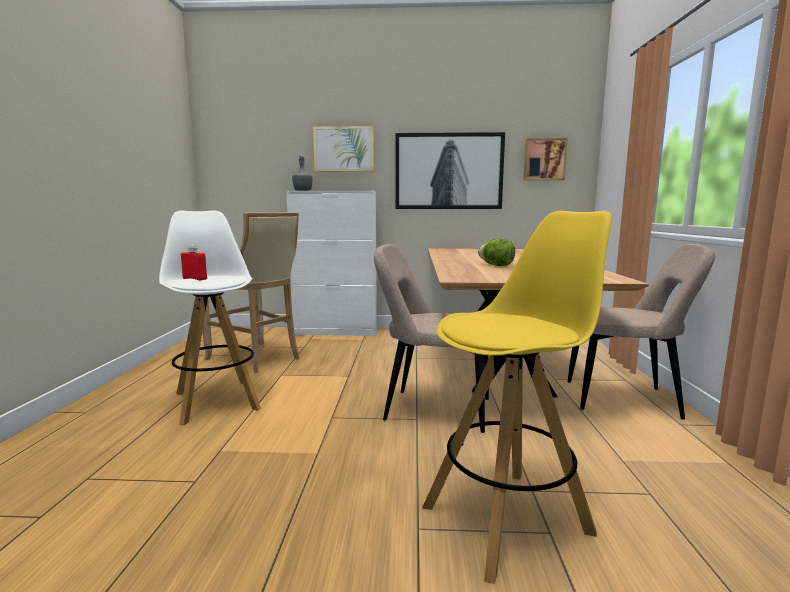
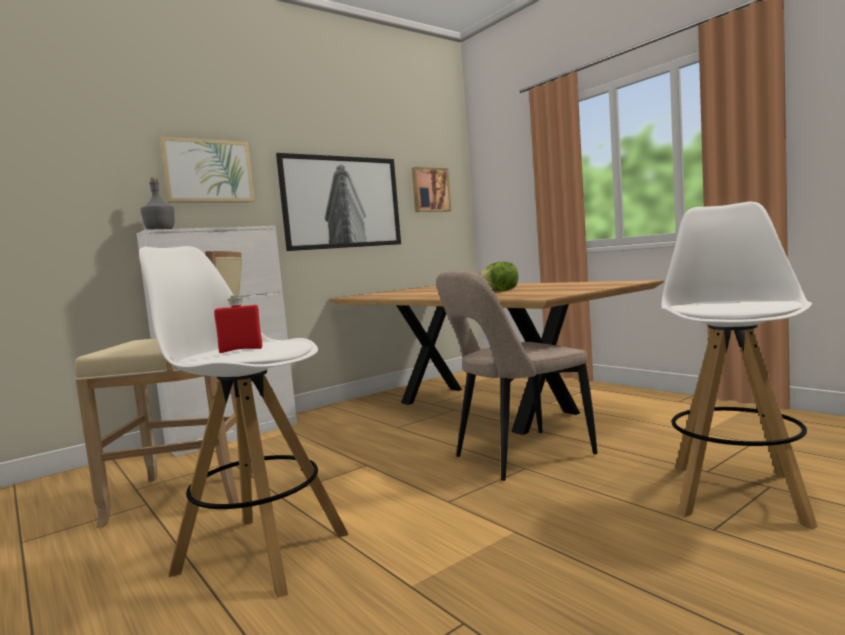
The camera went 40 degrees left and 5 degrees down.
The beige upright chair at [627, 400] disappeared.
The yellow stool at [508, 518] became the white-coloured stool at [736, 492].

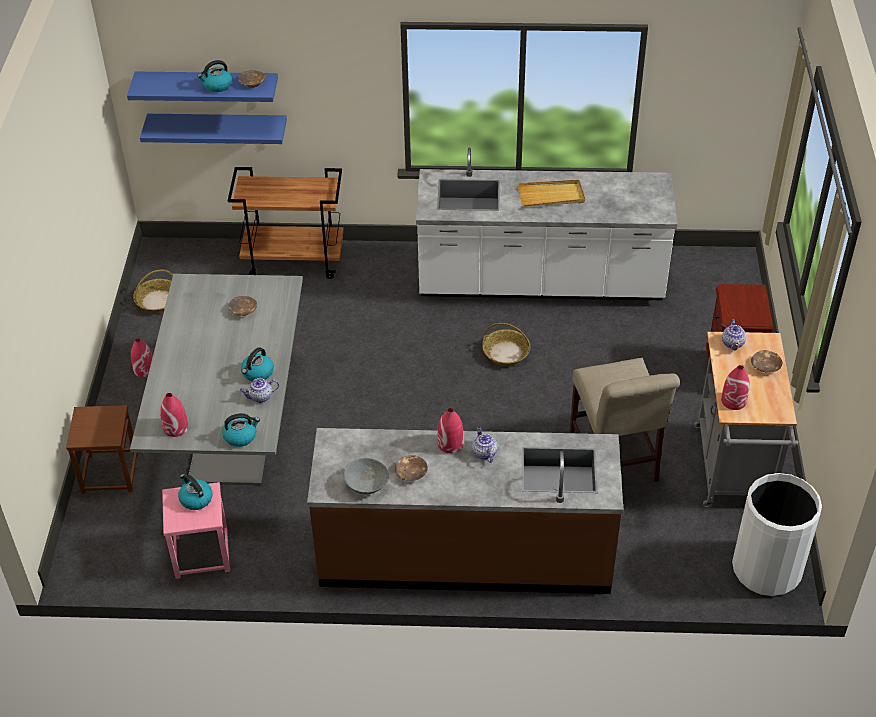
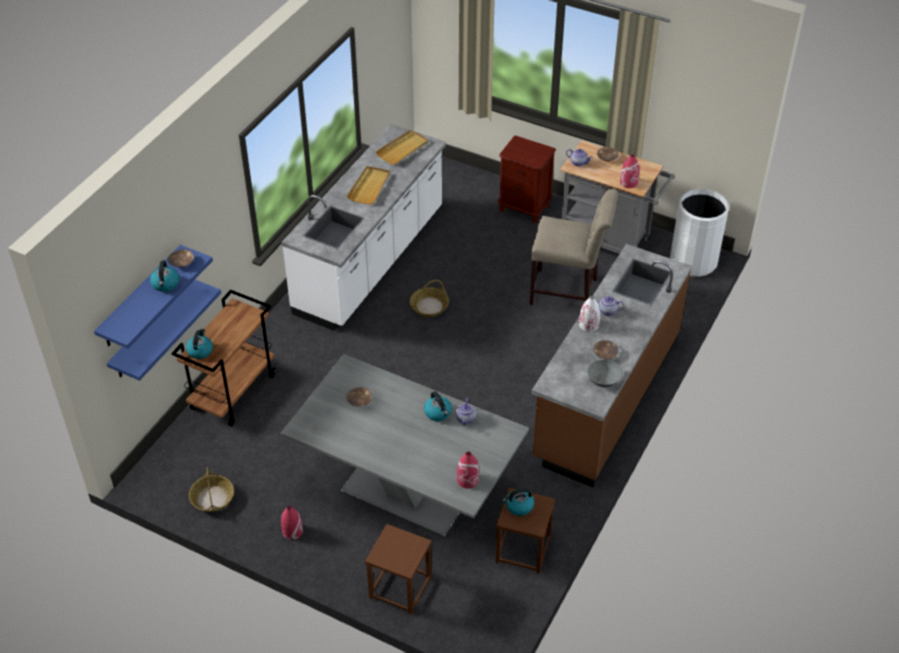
The camera went 65 degrees left and 0 degrees up.
The beige serving tray at [402, 149] appeared.
The water kettle moved from [241, 436] to [200, 350].
The pink stool at [201, 554] became the brown stool at [523, 550].
The red-coloured vase at [450, 444] became the white-coloured vase at [589, 325].

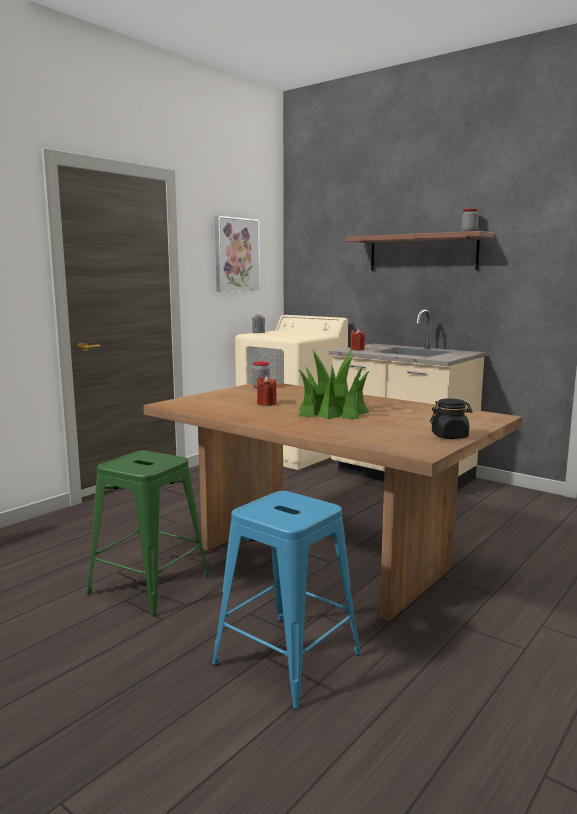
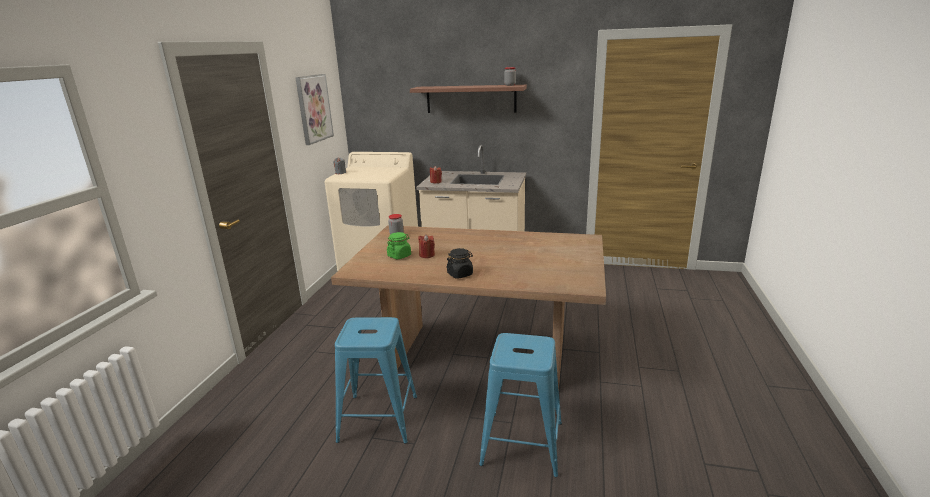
The camera went 25 degrees left and 10 degrees up.
The houseplant at [332, 411] disappeared.
The greenish storage jar at [399, 256] appeared.
The black storage jar moved from [450, 436] to [460, 274].
The greenish stool at [150, 585] became the blue-coloured stool at [379, 418].

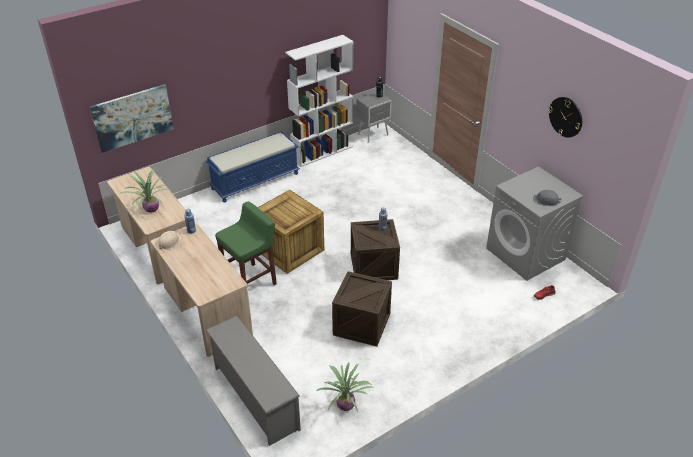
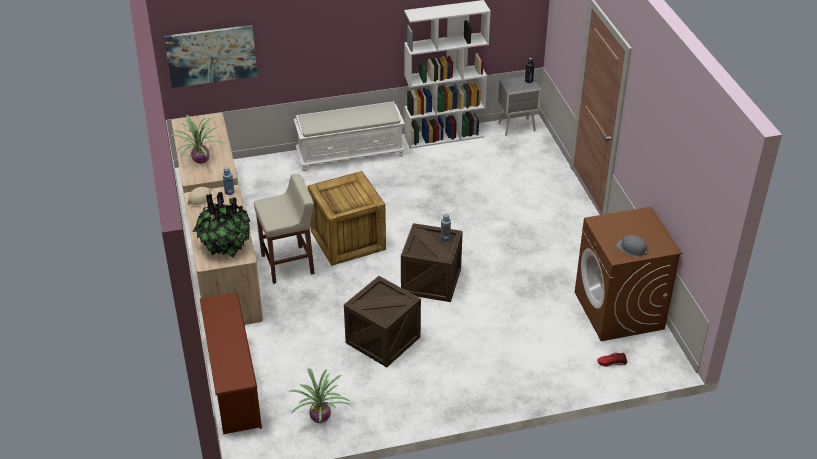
The camera went 20 degrees right and 0 degrees up.
The hanging clock at [565, 117] disappeared.
The houseplant at [225, 246] appeared.
The blue-coloured long seat at [255, 180] became the white-coloured long seat at [350, 153].
The grey shoe rack at [254, 398] became the brown shoe rack at [232, 384].
The greenish stool at [250, 281] became the beige stool at [288, 264].
The grey washing machine at [526, 254] became the brown washing machine at [619, 311].

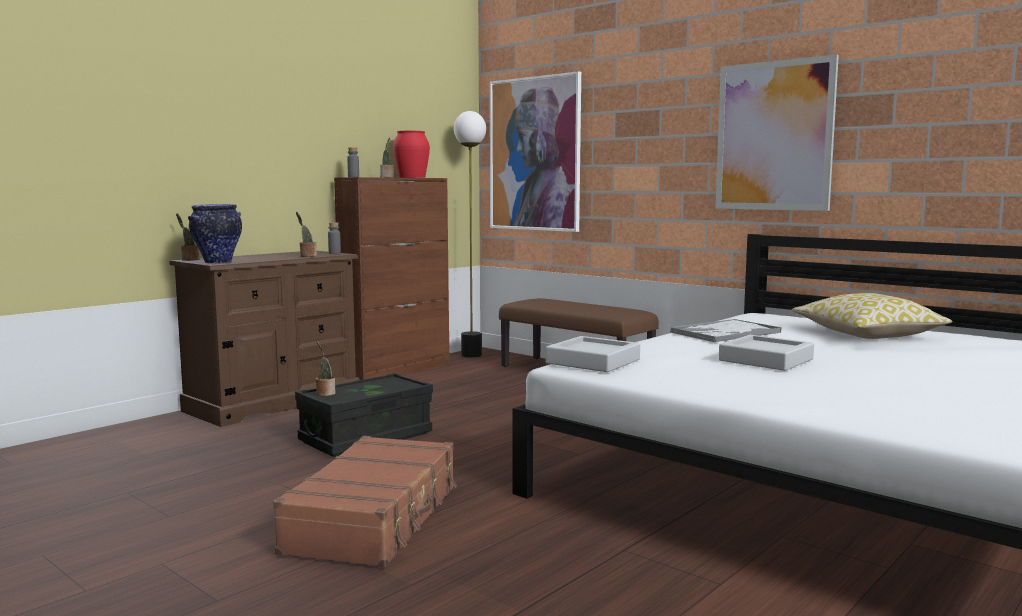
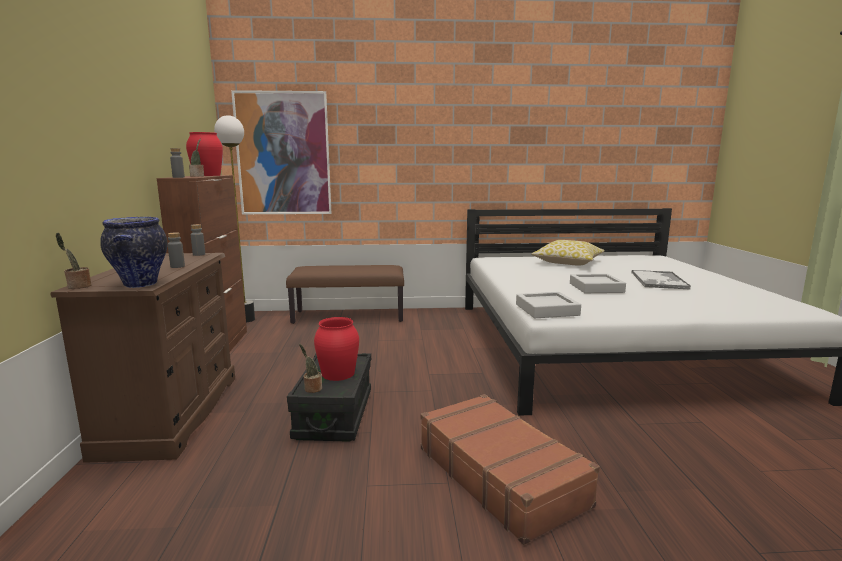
The camera went 45 degrees left and 5 degrees up.
The houseplant at [307, 256] disappeared.
The wall art at [774, 136] disappeared.
The grey bottle at [177, 266] appeared.
The red-coloured vase at [338, 373] appeared.
The serving tray moved from [724, 332] to [659, 281].

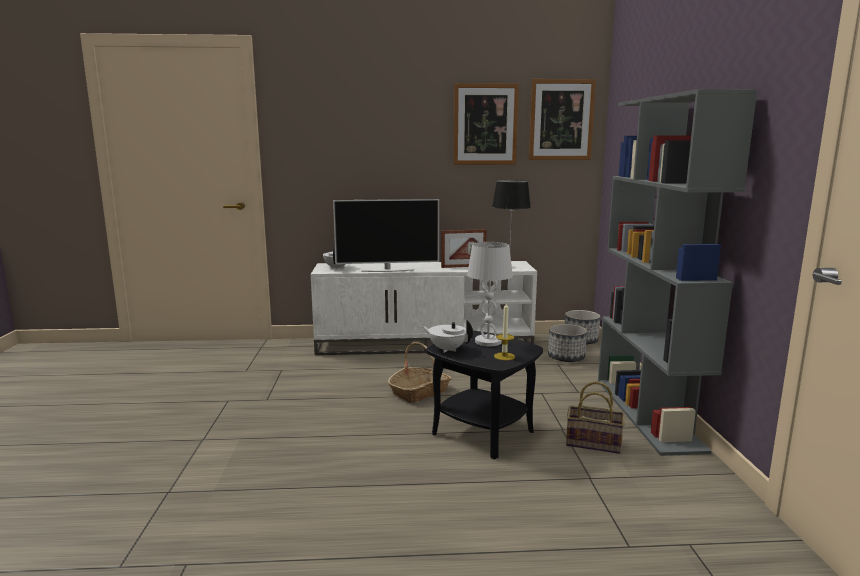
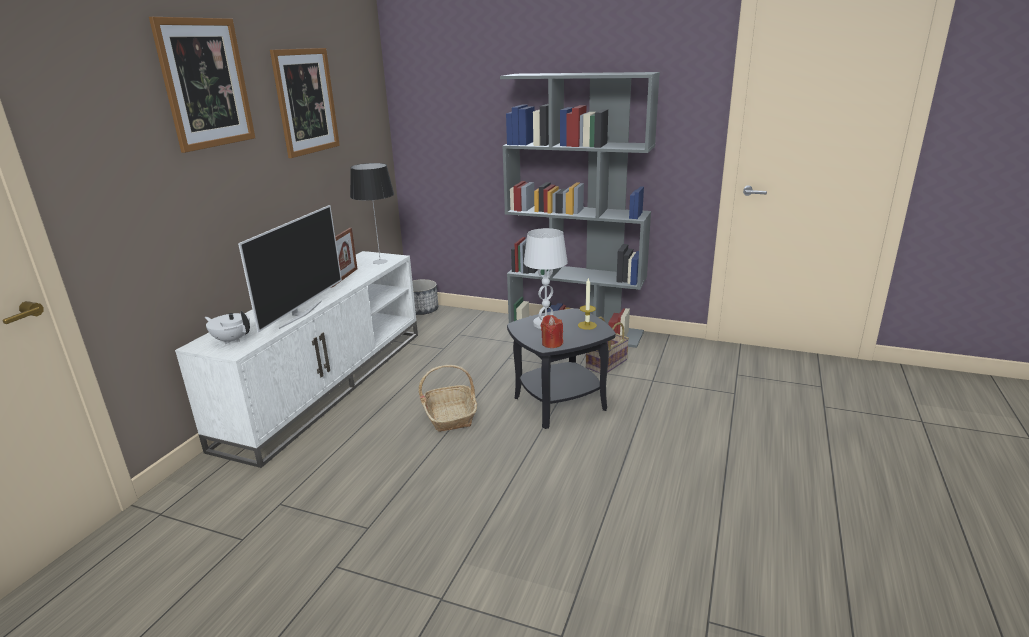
The camera went 65 degrees left and 10 degrees up.
The planter at [566, 357] disappeared.
The wall art moved from [561, 120] to [205, 83].
The white-coloured pot for tea at [447, 349] was replaced by the red-coloured candle at [552, 343].

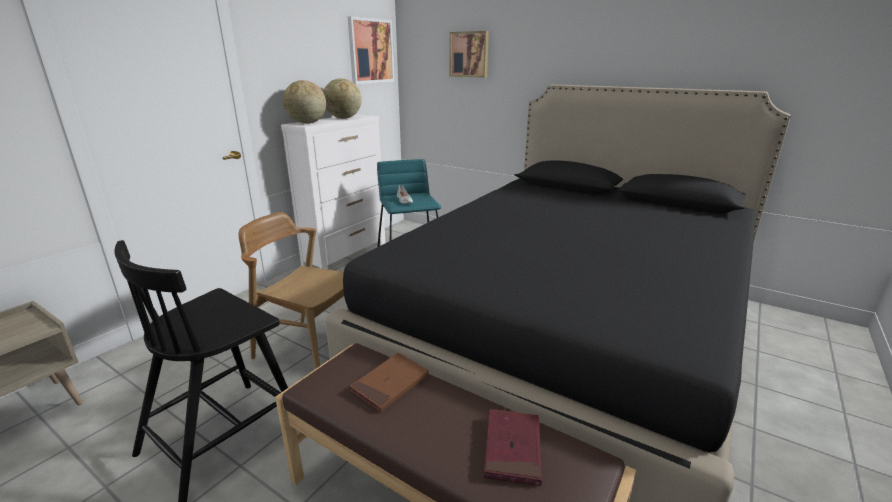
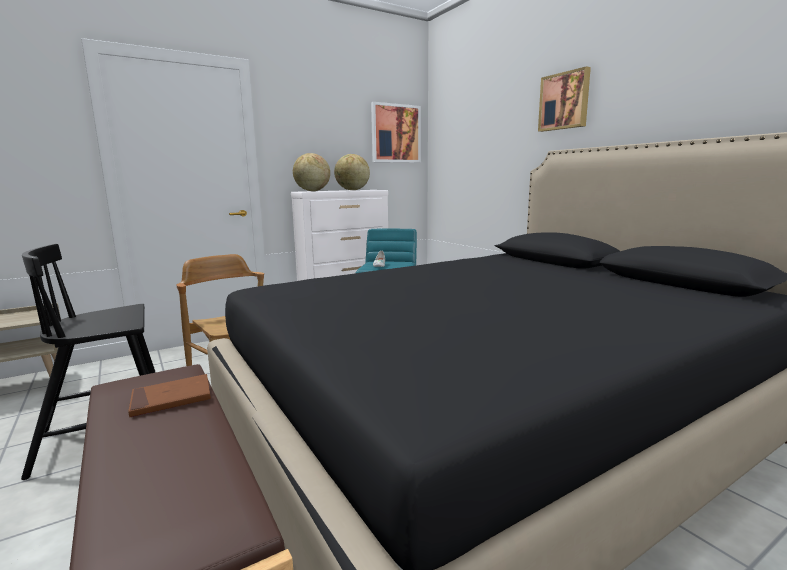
The camera went 25 degrees right and 10 degrees down.
The red-coloured bound book at [512, 448] disappeared.
The wall art moved from [469, 54] to [564, 101].

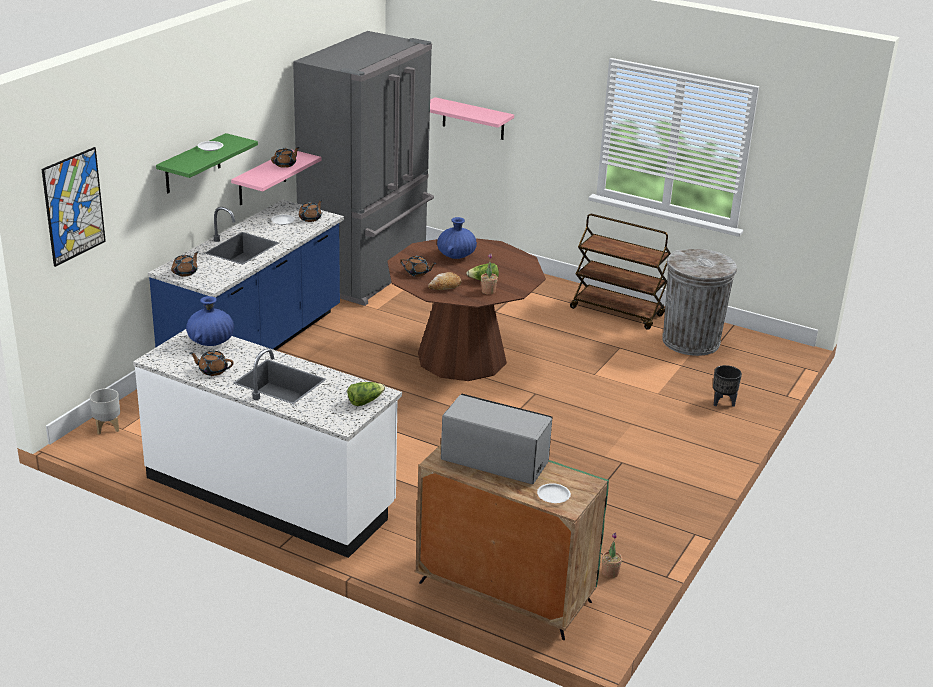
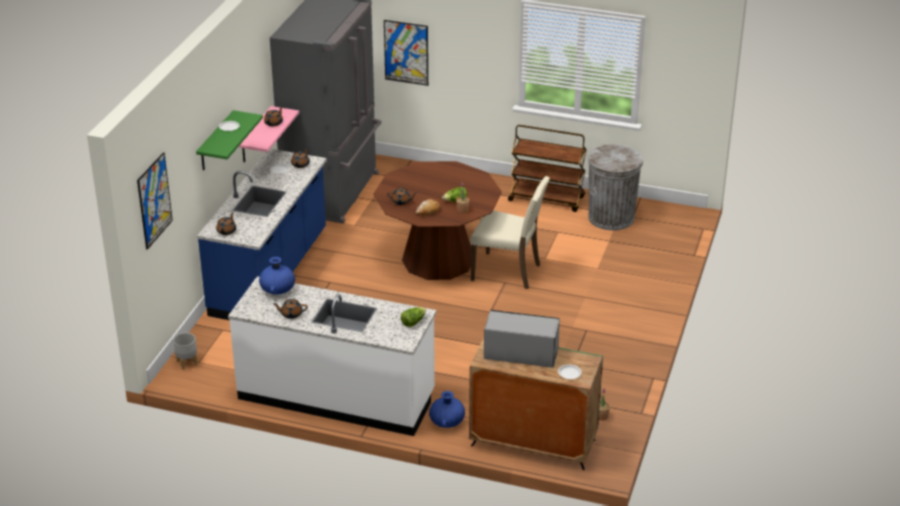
The camera went 10 degrees left and 5 degrees up.
The black planter at [723, 403] disappeared.
The beige upright chair at [508, 272] appeared.
The blue-coloured vase moved from [456, 255] to [447, 422].
The pink wall shelf at [473, 119] was replaced by the wall art at [406, 52].

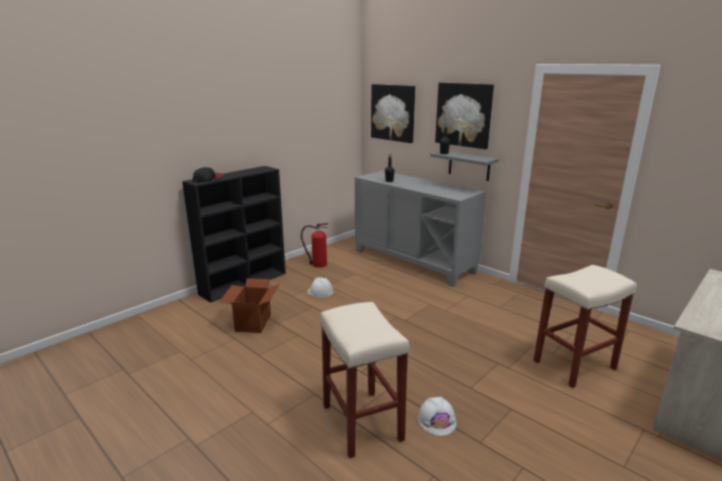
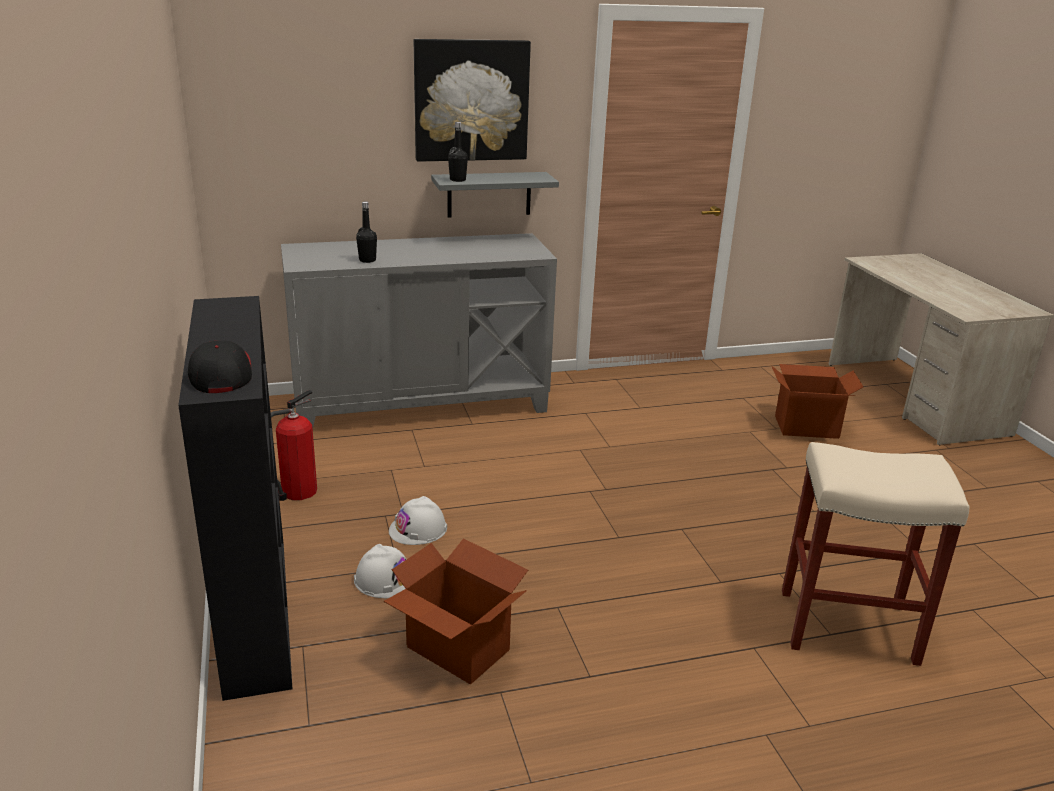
The camera went 60 degrees left and 5 degrees up.
The wall art at [393, 112] disappeared.
The white-coloured hard hat moved from [437, 420] to [385, 579].
The beige stool at [574, 364] was replaced by the packing box at [806, 427].

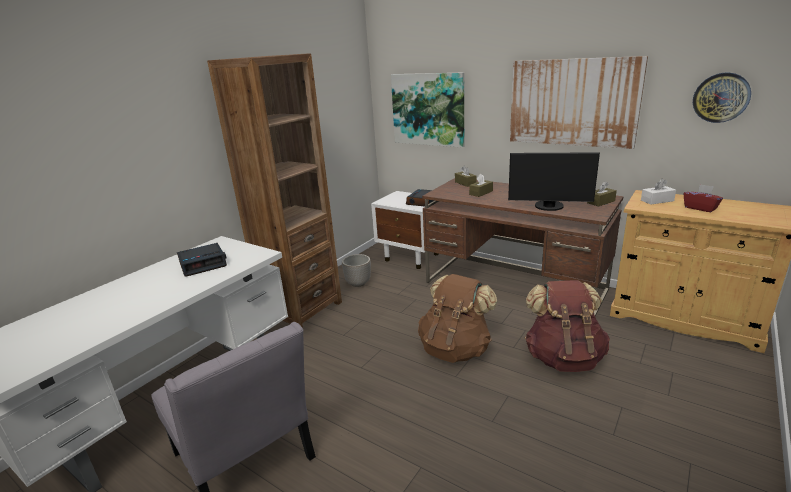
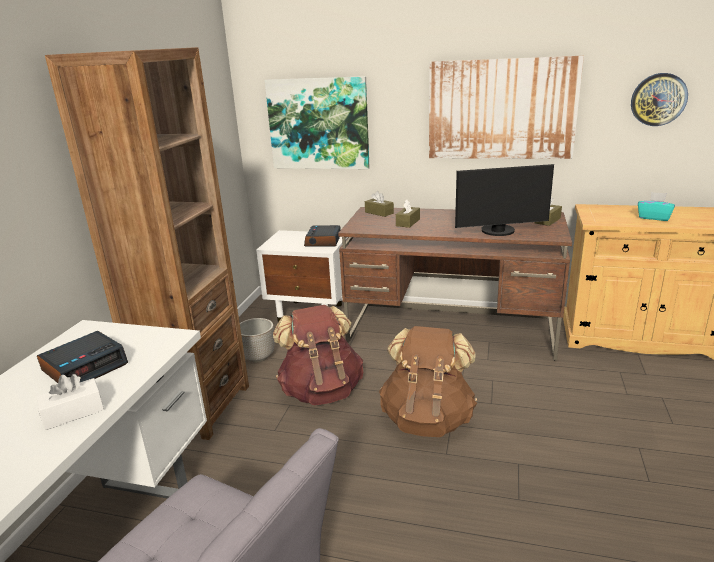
The camera went 20 degrees left and 0 degrees up.
The brown knapsack moved from [563, 358] to [321, 391].
The white-coloured tissue holder moved from [657, 200] to [73, 412].
The red-coloured tissue holder at [700, 208] became the blue-green tissue holder at [654, 217].

